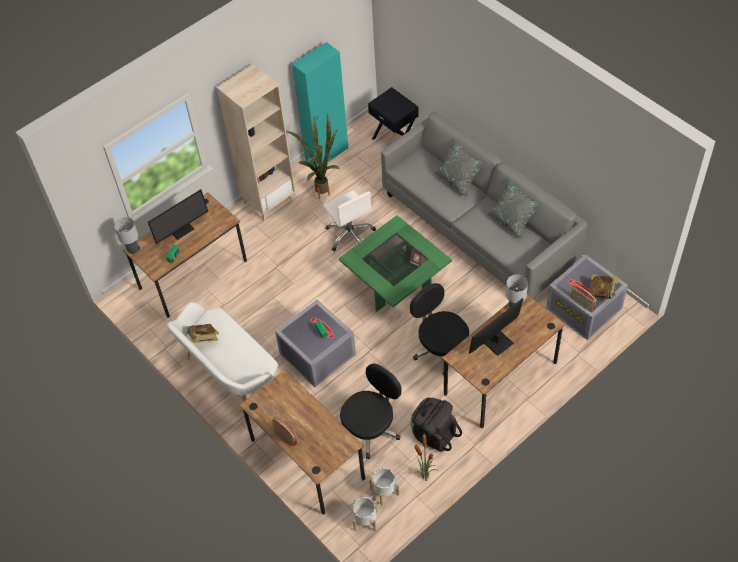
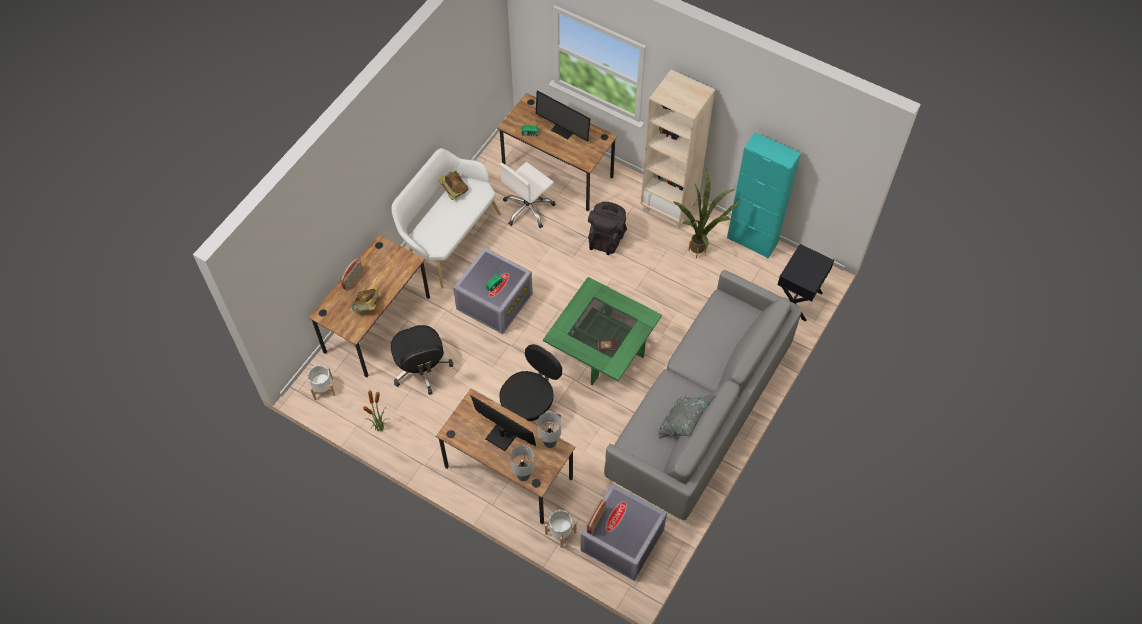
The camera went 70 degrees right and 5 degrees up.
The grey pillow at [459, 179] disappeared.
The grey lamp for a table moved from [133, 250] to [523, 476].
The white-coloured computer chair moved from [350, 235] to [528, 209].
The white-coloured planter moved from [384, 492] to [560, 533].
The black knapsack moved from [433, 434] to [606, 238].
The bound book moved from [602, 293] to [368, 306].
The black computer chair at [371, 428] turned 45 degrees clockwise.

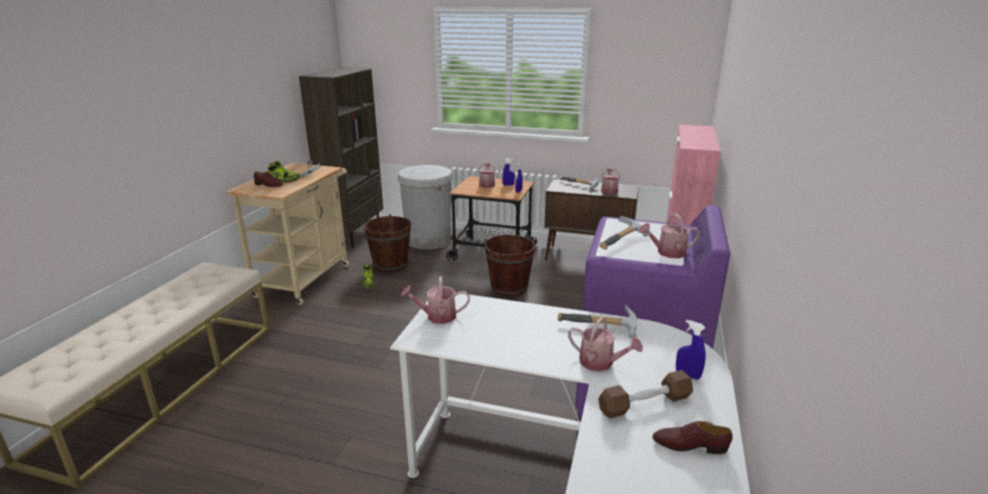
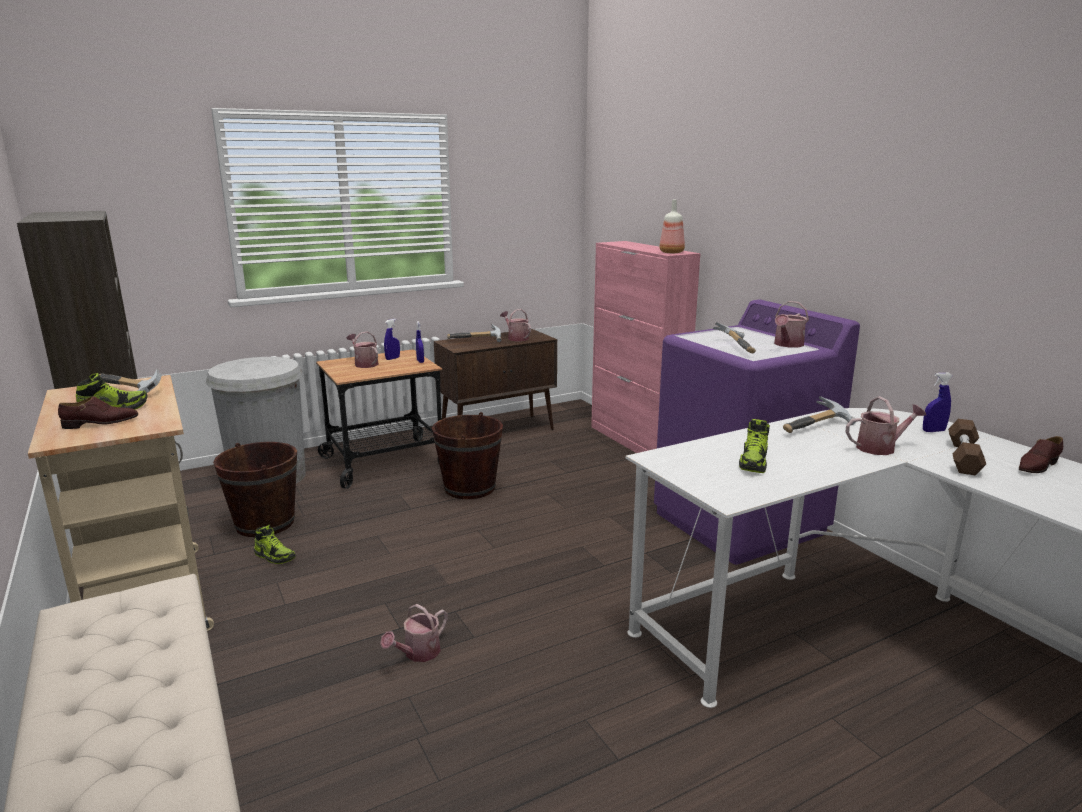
The camera went 45 degrees left and 5 degrees down.
The bottle at [672, 252] appeared.
The low shoe at [754, 463] appeared.
The watering pot moved from [437, 316] to [418, 653].

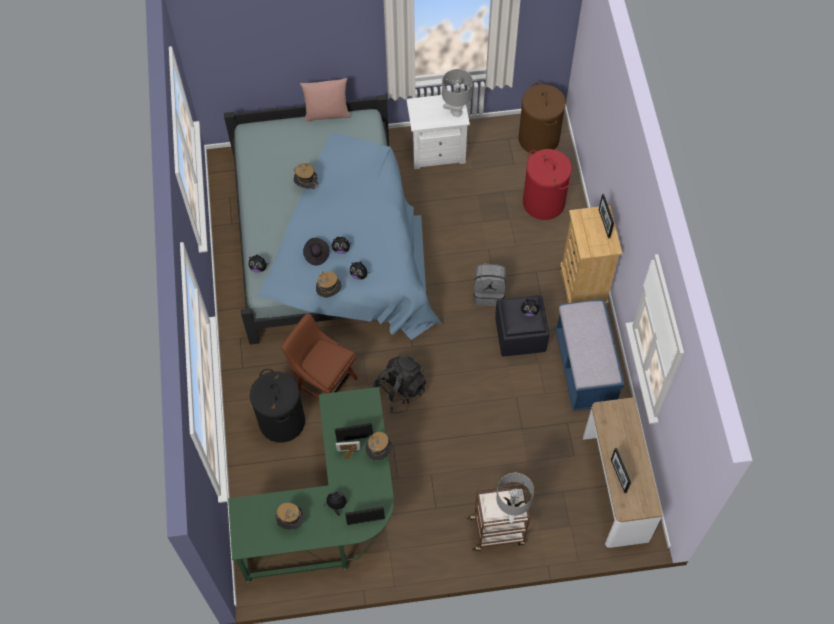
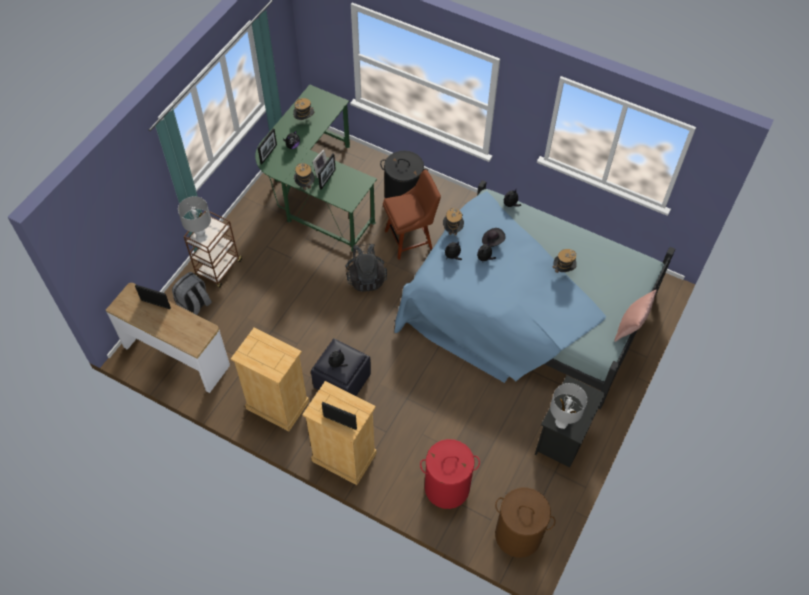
The camera went 125 degrees right and 5 degrees down.
The grey knapsack moved from [489, 293] to [195, 305].
The blue-coloured long seat at [585, 368] was replaced by the beige drawer chest at [277, 405].
The white-coloured night table at [437, 151] became the black night table at [562, 441].

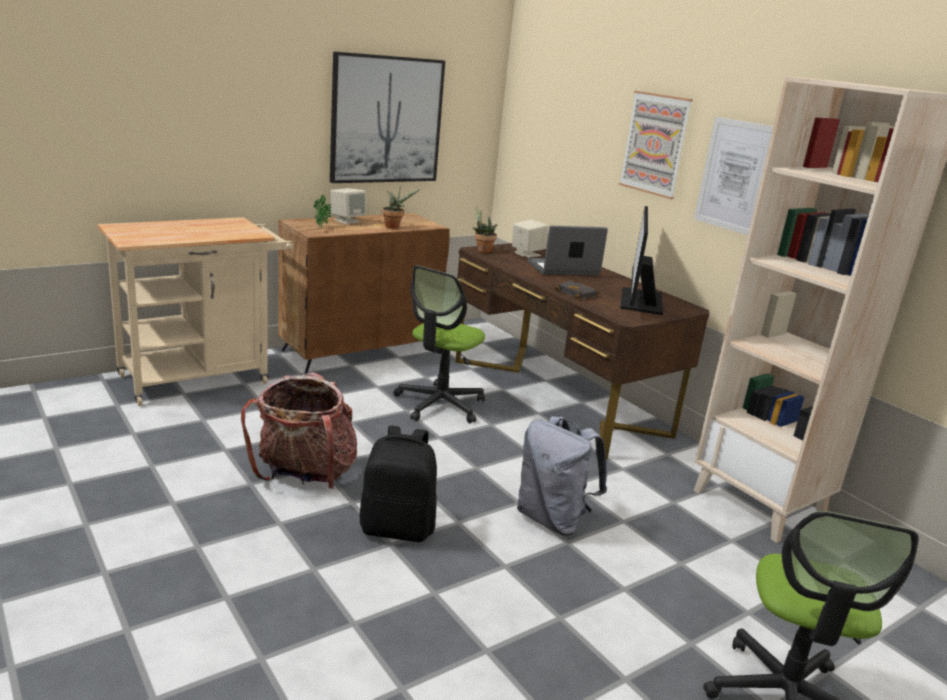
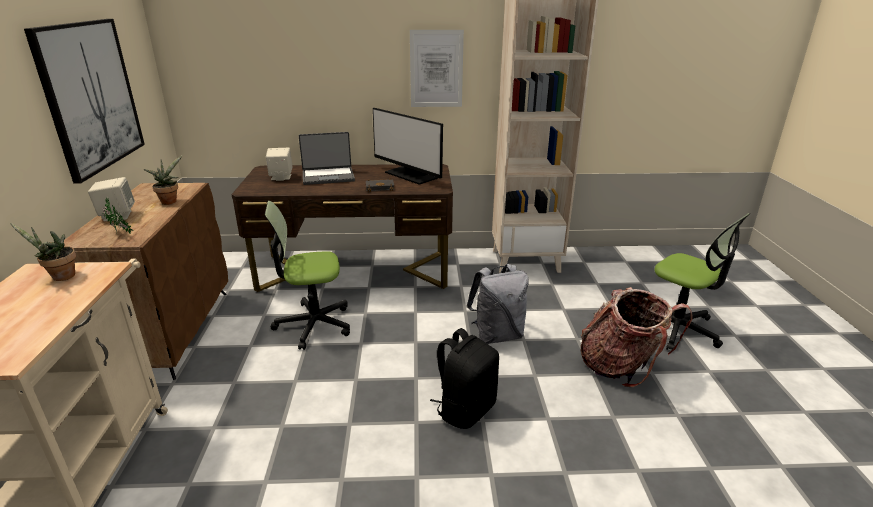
The camera went 55 degrees left and 5 degrees up.
The wall art at [655, 144] disappeared.
The knapsack moved from [305, 475] to [621, 366].
The houseplant moved from [482, 250] to [60, 277].
The computer chair at [440, 404] turned 105 degrees clockwise.
The laptop at [563, 269] turned 120 degrees counterclockwise.

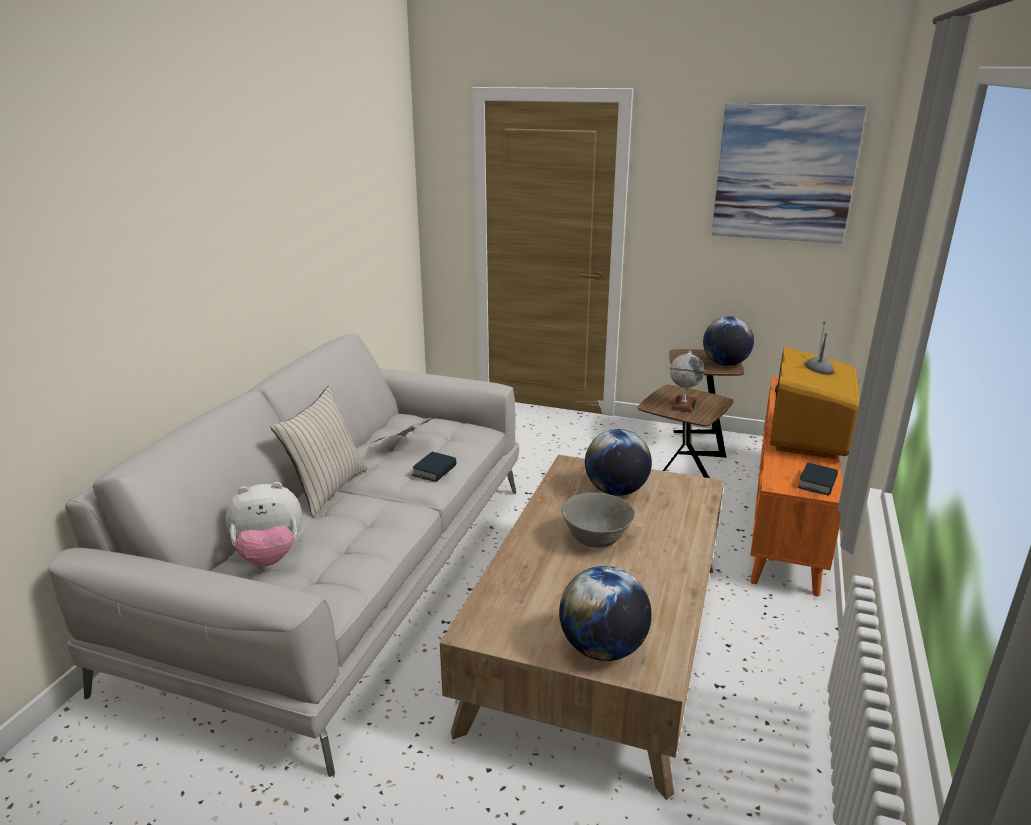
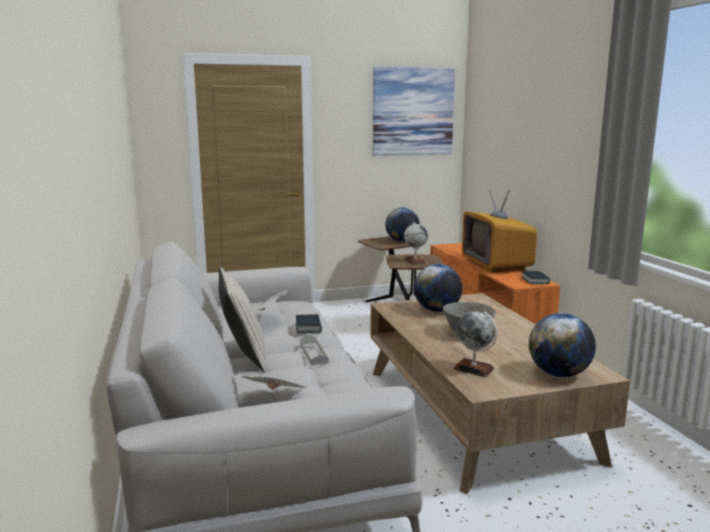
The camera went 35 degrees left and 10 degrees down.
The grey serving tray at [313, 353] appeared.
The desk globe at [473, 369] appeared.
The soft toy at [269, 556] was replaced by the daily paper at [275, 400].

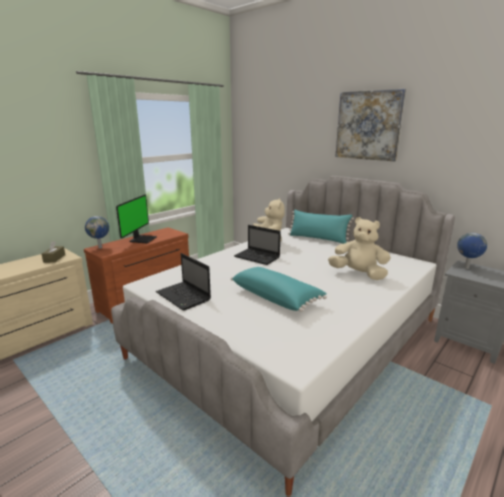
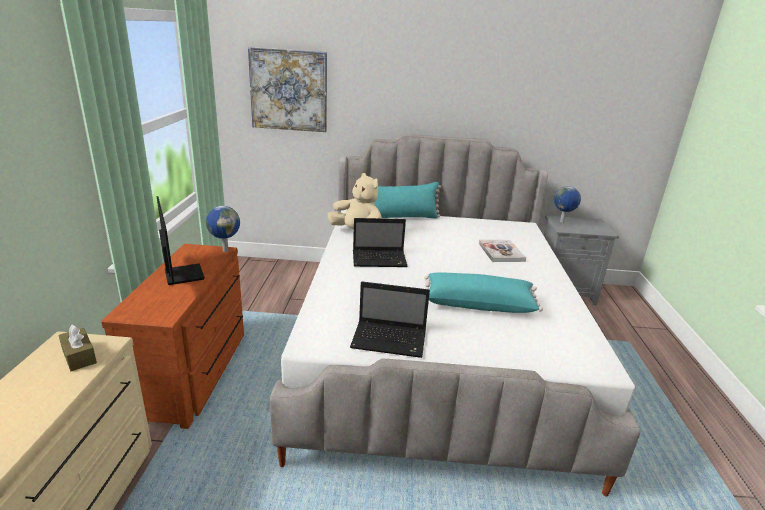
The camera went 40 degrees left and 5 degrees up.
The desk globe moved from [100, 247] to [225, 250].
The wall art moved from [368, 125] to [289, 90].
The beige soft toy at [358, 274] was replaced by the bound book at [501, 252].

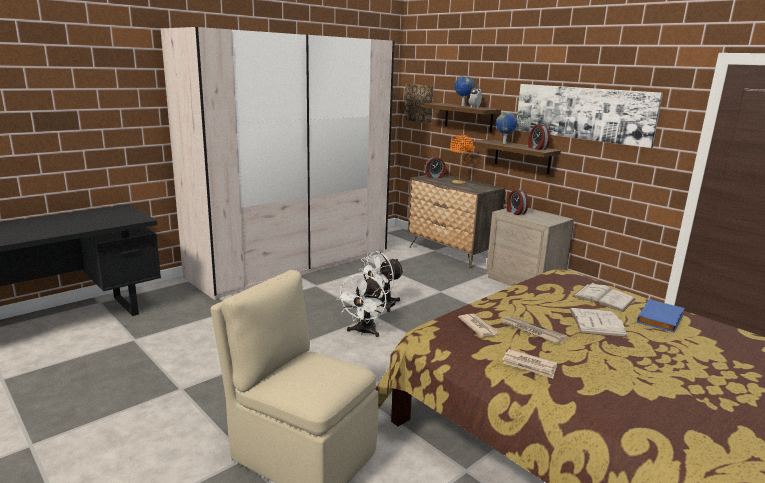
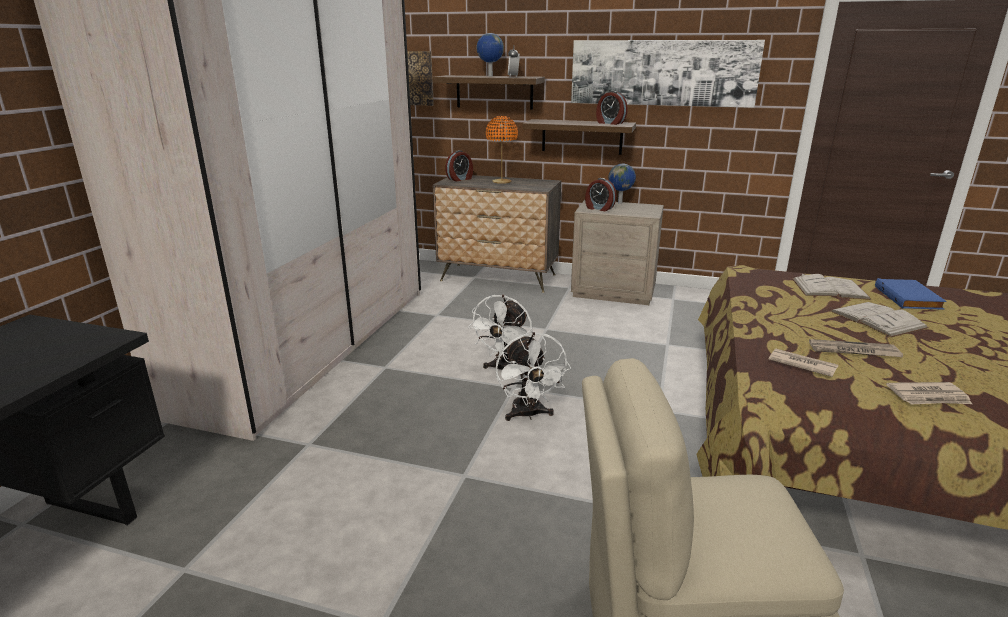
The camera went 30 degrees left and 5 degrees up.
The desk globe moved from [504, 143] to [620, 203].

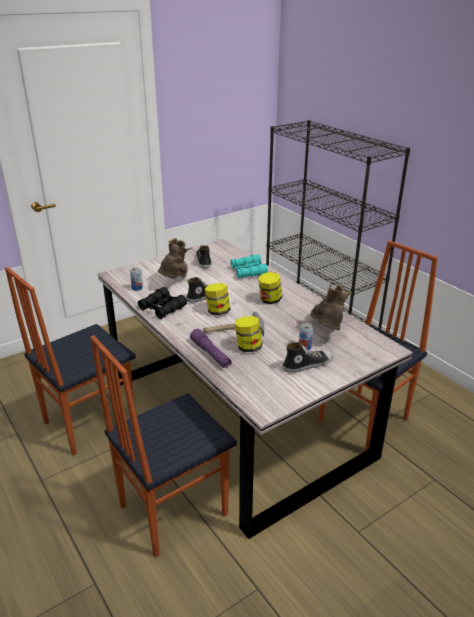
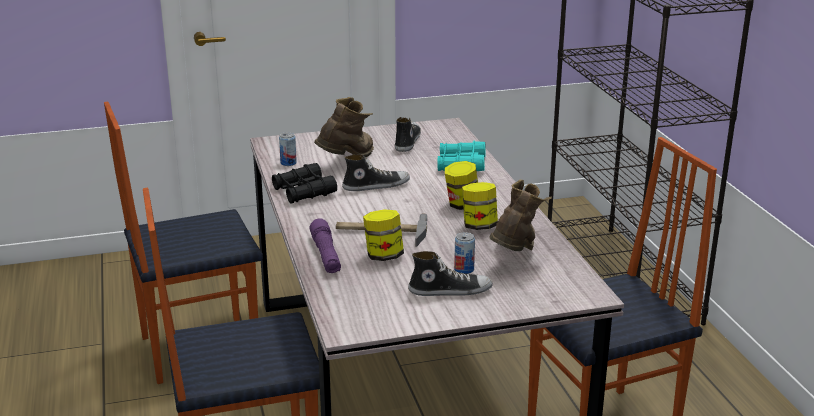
The camera went 20 degrees right and 5 degrees down.
The storage jar moved from [217, 311] to [479, 226].

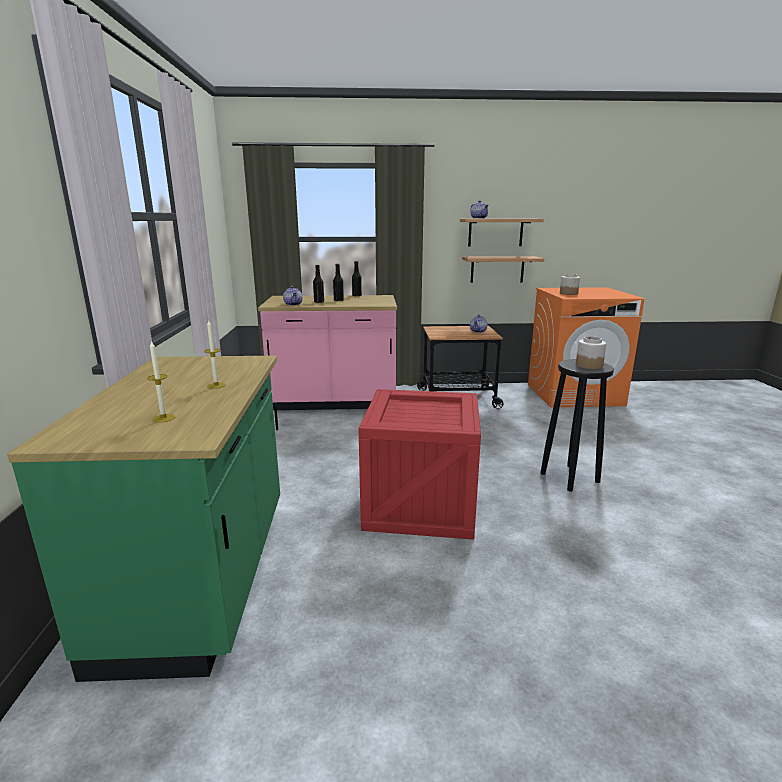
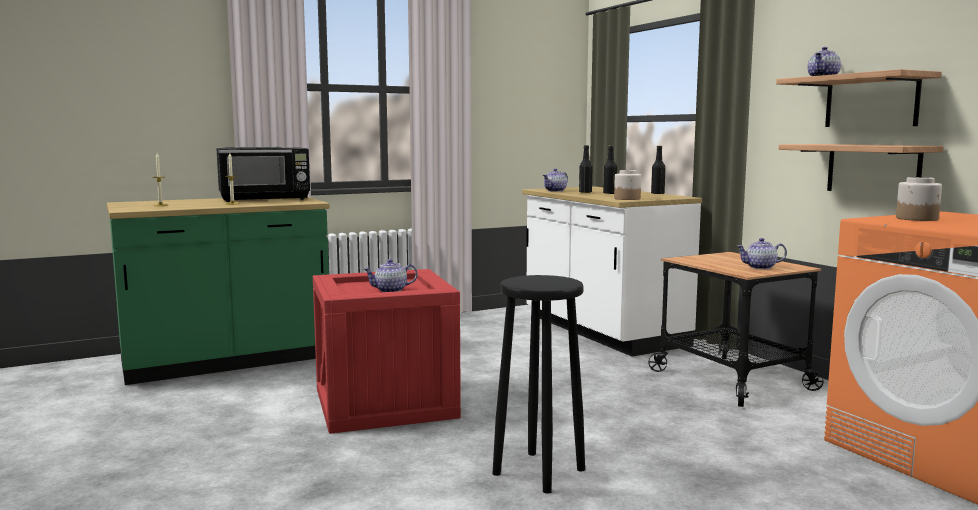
The camera went 65 degrees right and 10 degrees down.
The black microwave oven at [265, 199] appeared.
The pot for tea at [390, 290] appeared.
The storage jar moved from [589, 365] to [627, 199].
The pink kitchen base unit at [334, 402] became the white-coloured kitchen base unit at [602, 331].

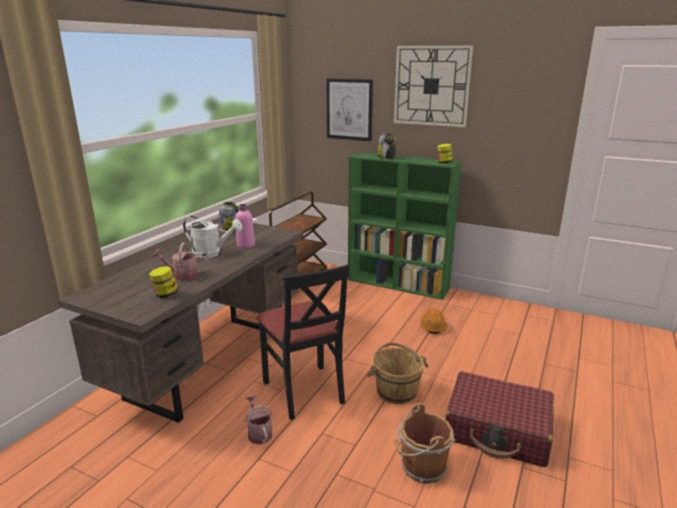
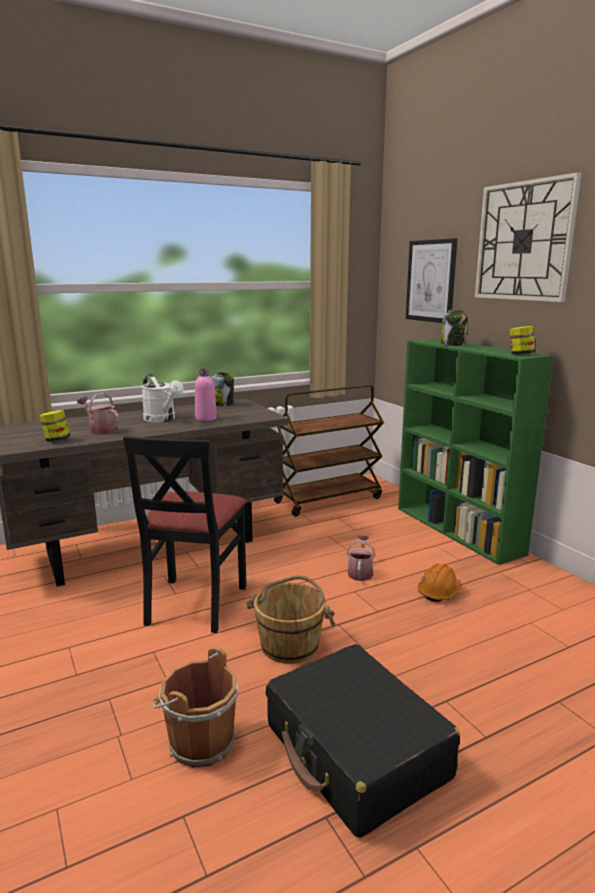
The camera went 35 degrees right and 5 degrees down.
The watering pot moved from [259, 432] to [360, 572].
The red-coloured travel case at [498, 430] became the black travel case at [356, 752].

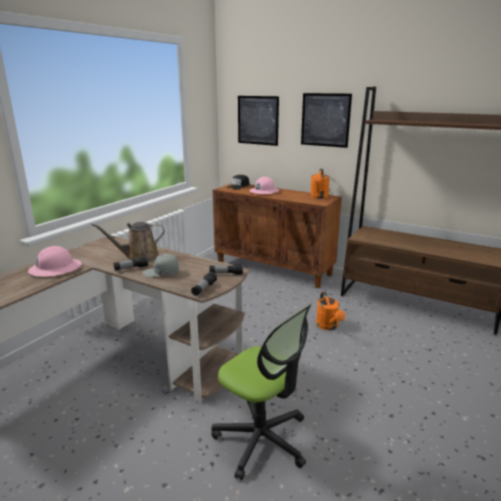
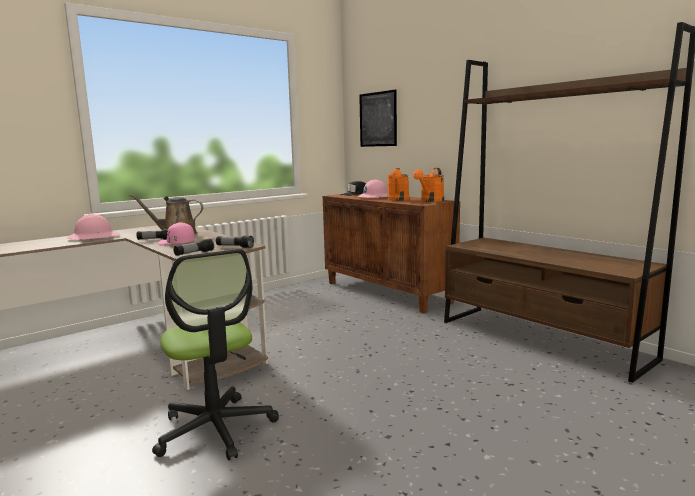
The camera went 20 degrees right and 10 degrees down.
The wall art at [325, 120] disappeared.
The orange watering pot moved from [328, 326] to [398, 200].
The grey cap at [161, 273] became the pink cap at [176, 243].

